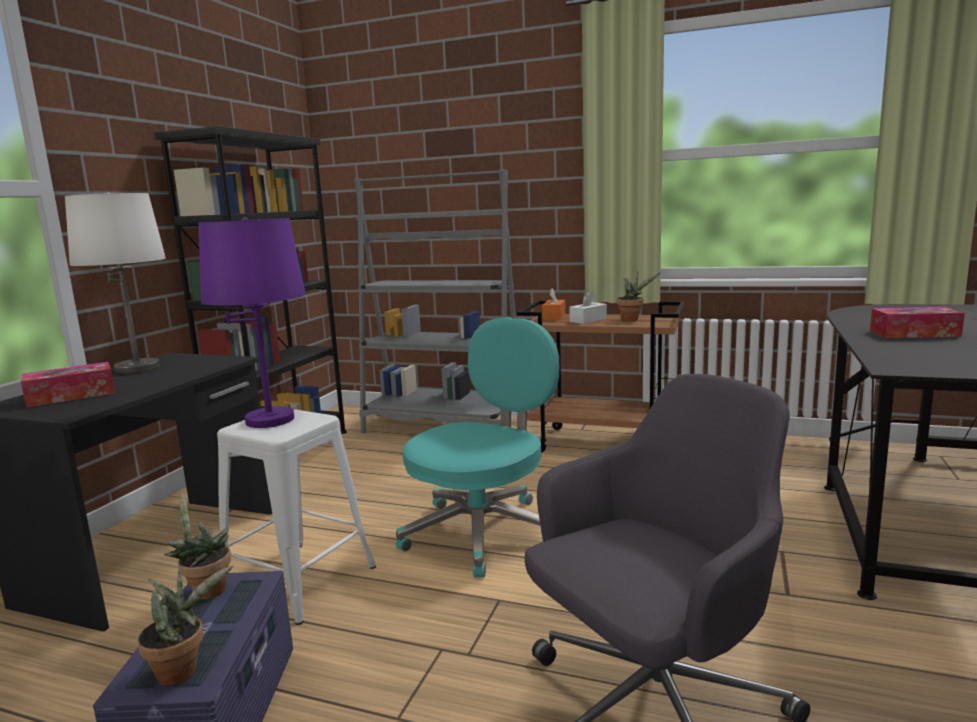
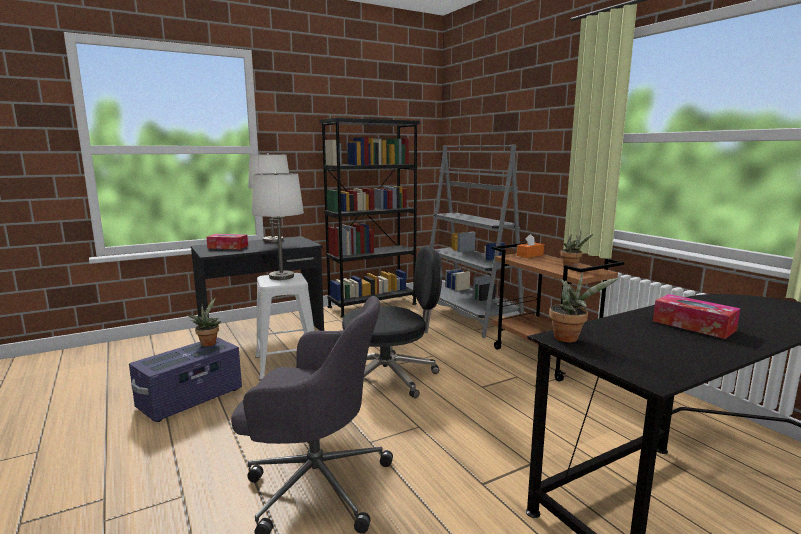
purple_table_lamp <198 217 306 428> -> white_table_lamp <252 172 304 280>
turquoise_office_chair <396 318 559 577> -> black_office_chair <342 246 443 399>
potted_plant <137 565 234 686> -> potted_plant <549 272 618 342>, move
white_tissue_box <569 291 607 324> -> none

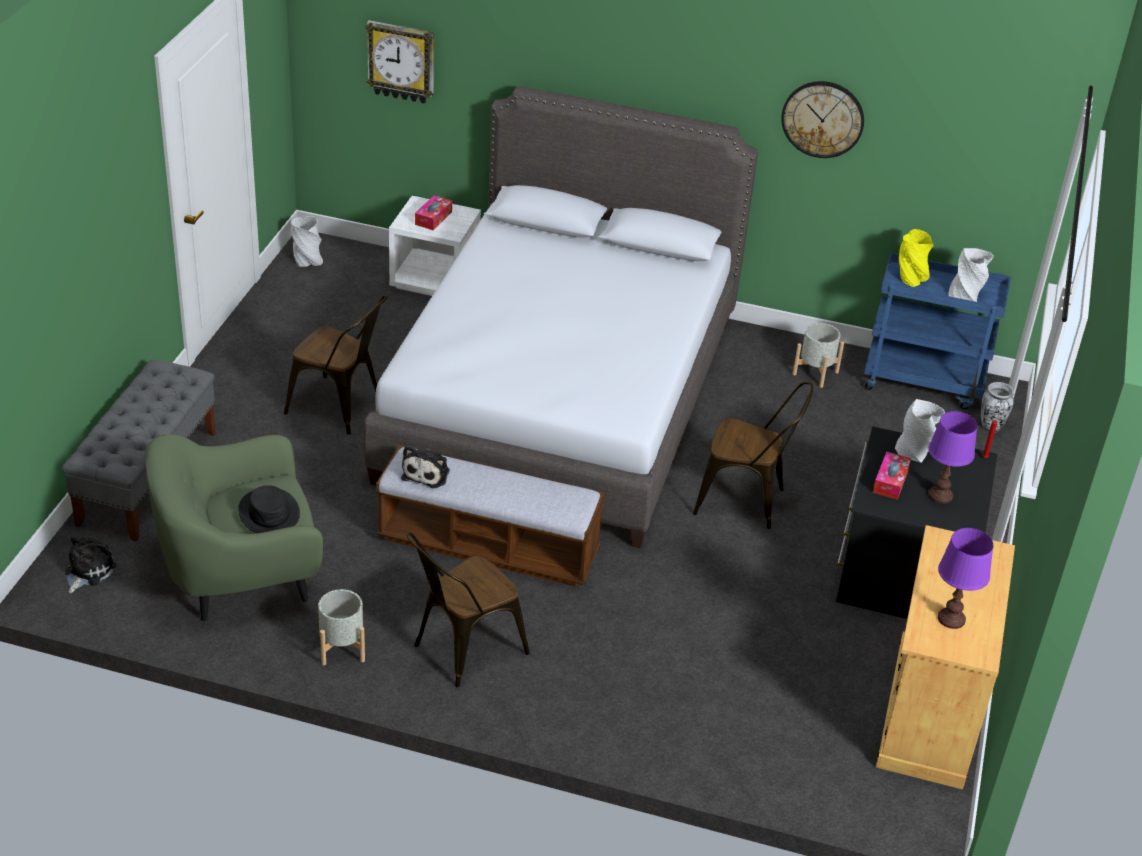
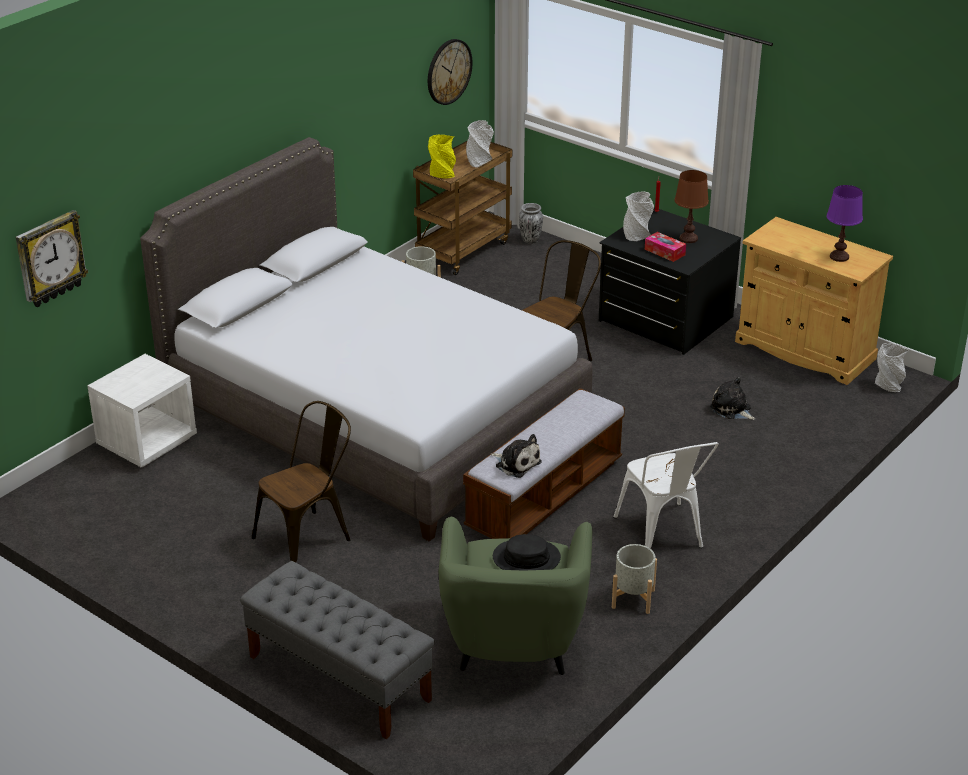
blue_cart <864 253 1011 410> -> brown_cart <413 139 512 275>
wall_clock <781 81 864 158> -> wall_clock <428 39 472 105>, move
brown_chair <407 533 530 688> -> white_chair <613 442 718 548>
purple_table_lamp <928 411 977 504> -> brown_table_lamp <675 170 709 243>
plush_toy <64 536 117 593> -> plush_toy <710 377 755 420>, move
grey_vase <291 216 323 267> -> grey_vase <875 343 909 392>, move
tissue_box <415 195 452 230> -> none

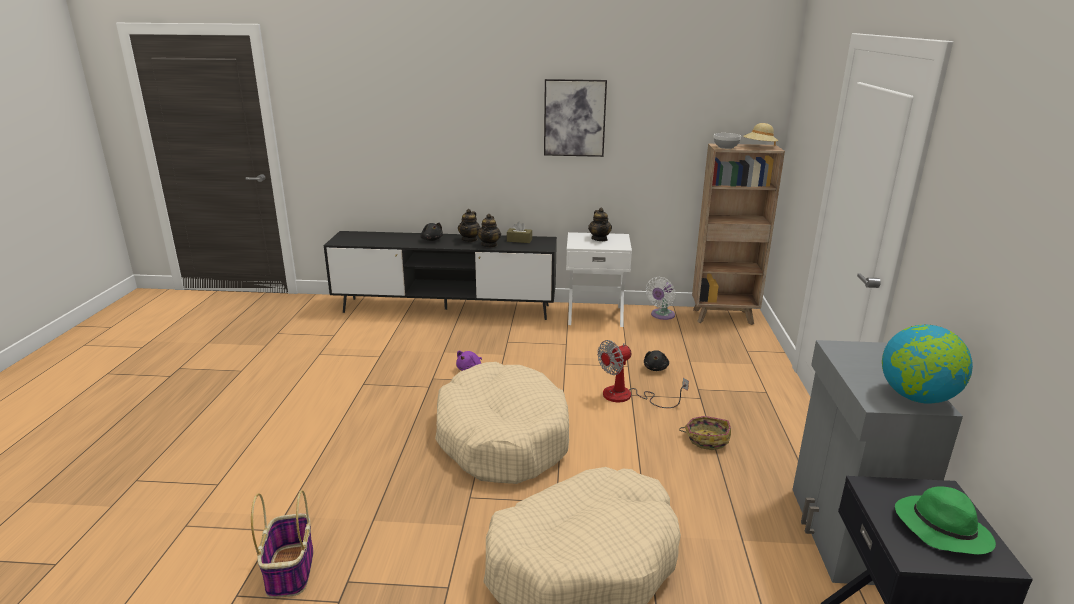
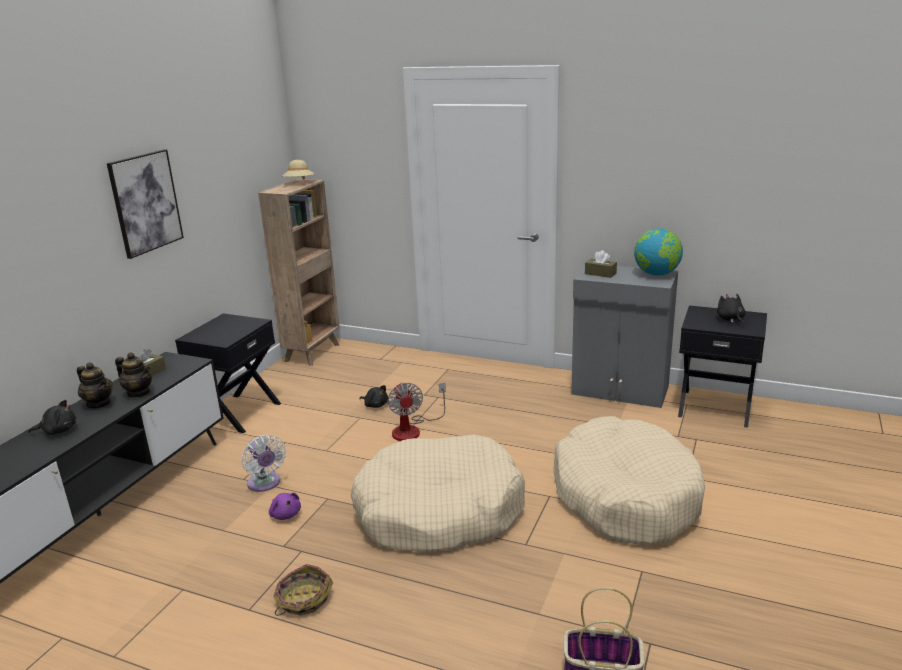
white_nightstand <566 232 632 327> -> black_nightstand <175 313 281 433>
white_fan <645 277 676 320> -> white_fan <241 434 286 492>, move
basket <679 416 731 450> -> basket <273 564 333 616>, move
none -> brown_tissue_box <585 250 617 278>
green_hat <895 486 996 555> -> black_plush_toy <717 294 746 326>
teapot <588 208 612 241> -> none
bowl <714 133 741 149> -> none

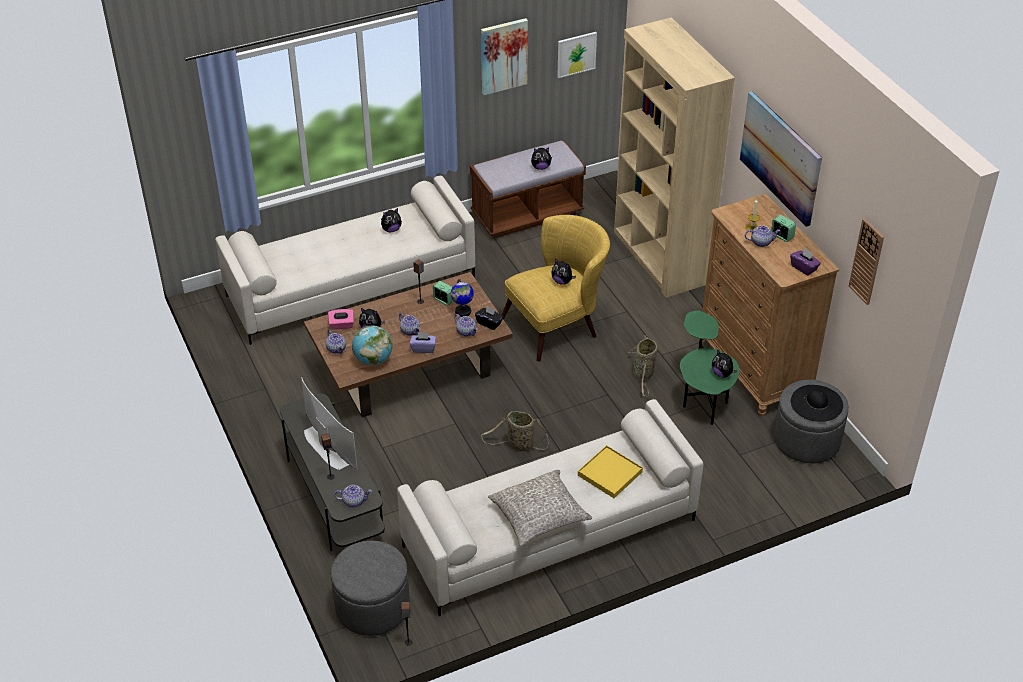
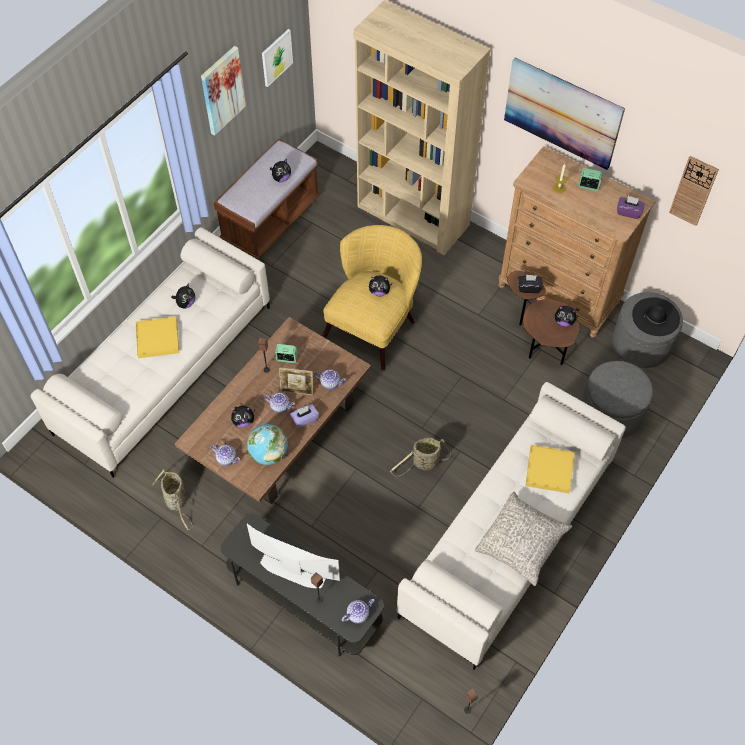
none -> yellow_tray <136 316 179 358>
basket <629 335 658 397> -> basket <152 470 193 530>, move
none -> picture_frame <279 367 313 395>
green_side_table <680 311 740 425> -> brown_side_table <507 271 580 365>
black_tissue_box <475 306 503 330> -> black_tissue_box <518 274 543 293>, move
grey_ottoman <331 541 410 636> -> grey_ottoman <582 361 653 438>, move
pink_tissue_box <328 309 354 330> -> none
globe <451 279 474 317> -> none
teapot <745 225 781 247> -> none

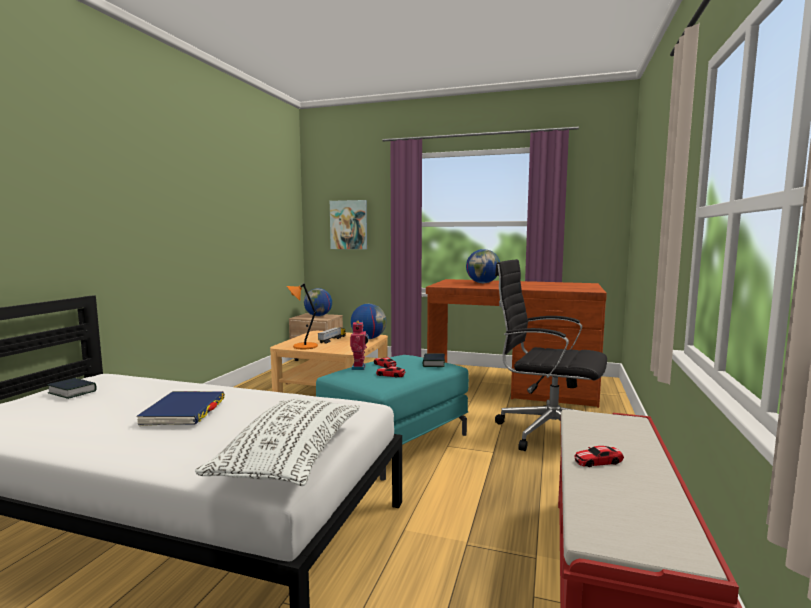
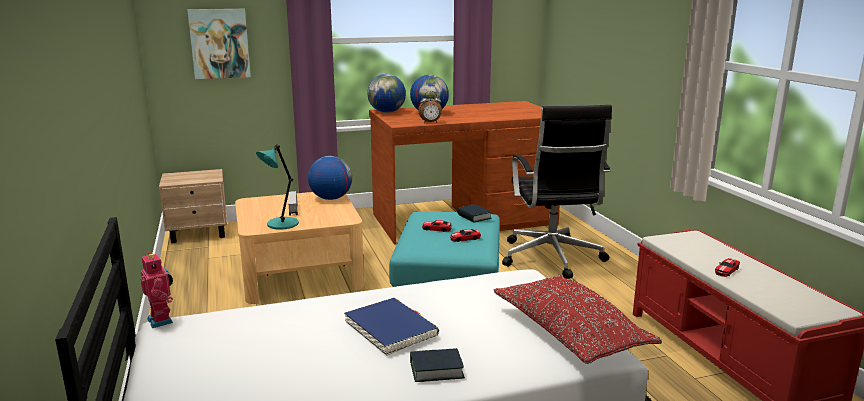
toy_robot <350 320 369 370> -> toy_robot <141 252 173 328>, move
orange_table_lamp <287 283 318 349> -> turquoise_table_lamp <256 144 299 230>
globe <304 288 332 316> -> globe <367 74 406 113>, move
book <47 378 97 399> -> book <410 348 465 382>, move
none -> alarm_clock <418 91 442 123>
white_pillow <195 398 360 486> -> red_pillow <494 275 662 364>
black_office_chair <495 259 607 451> -> black_office_chair <502 105 612 279>, 90 degrees counterclockwise

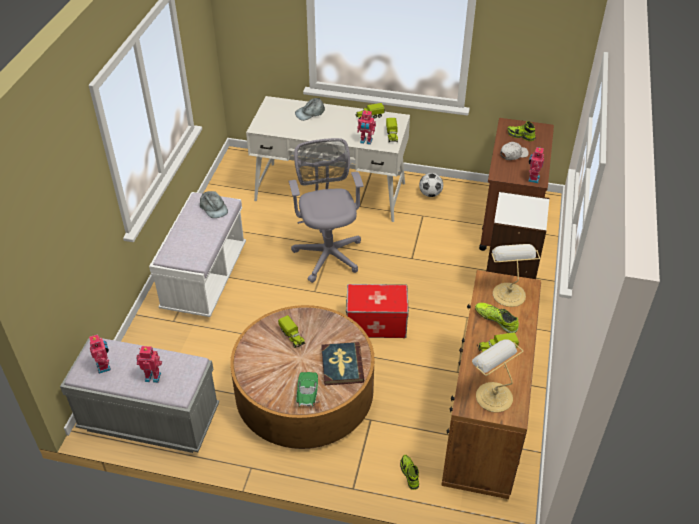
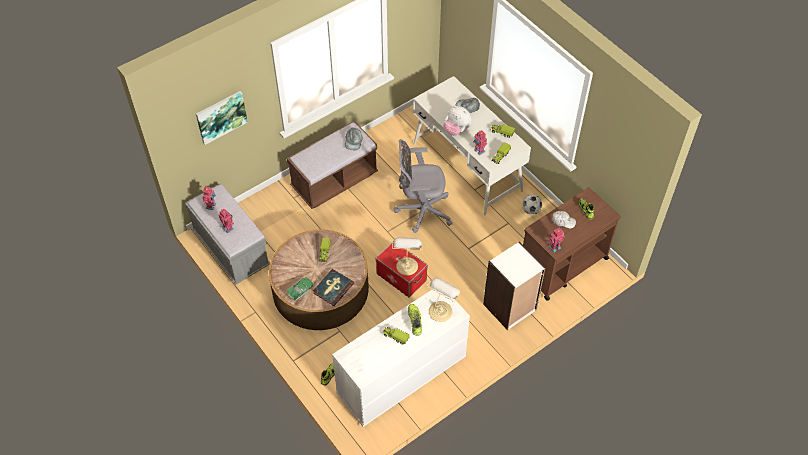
none -> picture <196 91 248 145>
white_bench <149 192 246 317> -> brown_bench <287 121 378 209>
brown_dresser <441 270 541 499> -> white_dresser <332 289 470 427>
table_lamp <472 339 523 412> -> table_lamp <392 237 423 275>, move
grey_office_chair <288 138 364 283> -> grey_office_chair <393 139 452 233>, 120 degrees counterclockwise
none -> plush_toy <443 106 472 136>

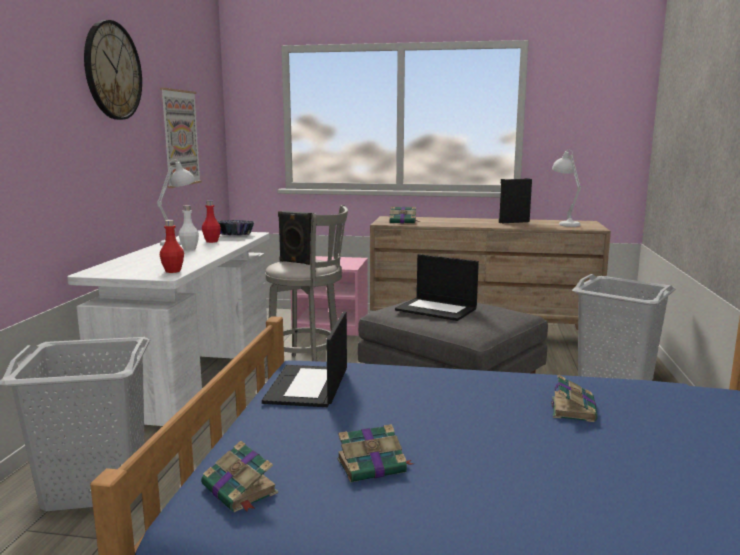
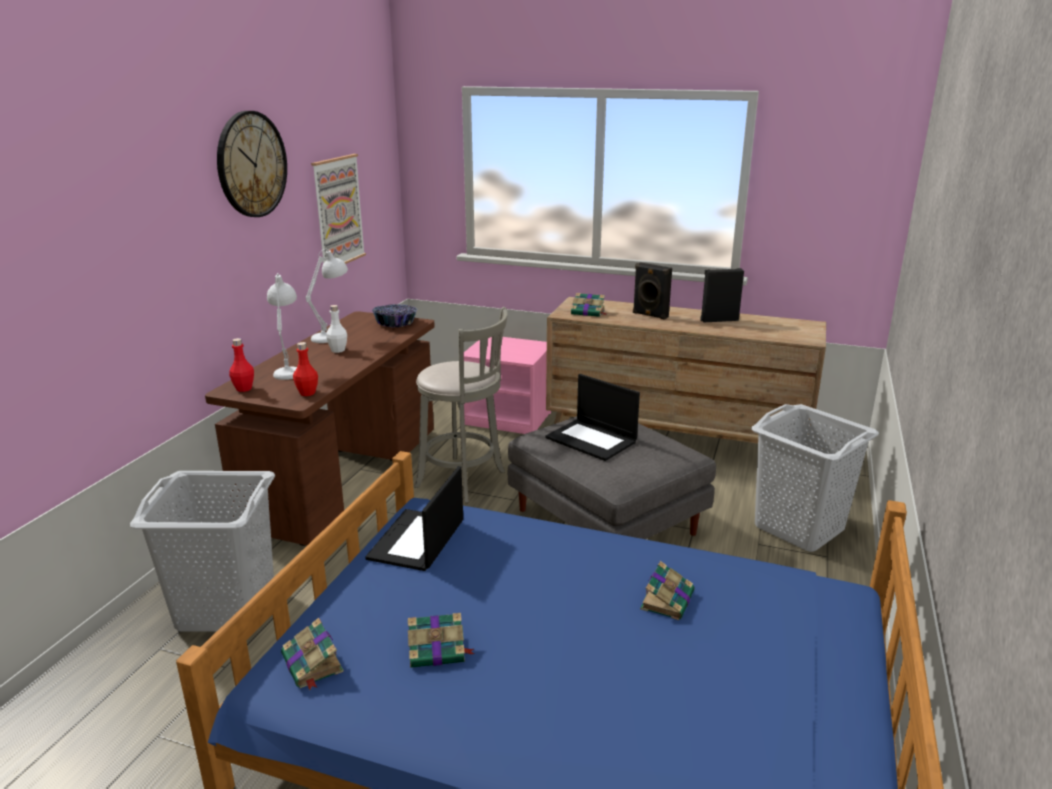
white_desk <67 231 269 426> -> brown_desk <205 311 435 546>
red_bottle <202 201 221 243> -> red_bottle <229 338 254 392>, move
white_table_lamp <552 149 581 227> -> white_table_lamp <267 273 297 380>, move
black_speaker <278 211 314 265> -> black_speaker <633 262 672 320>, move

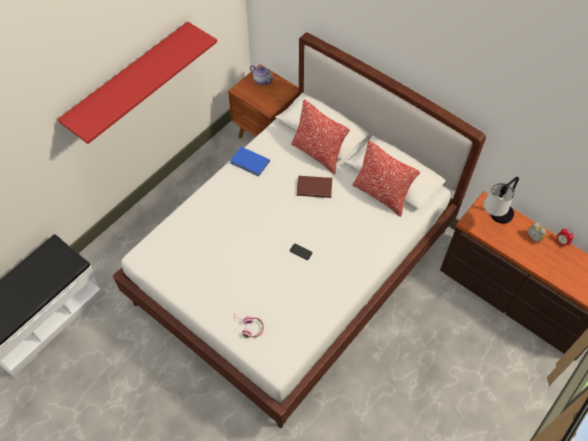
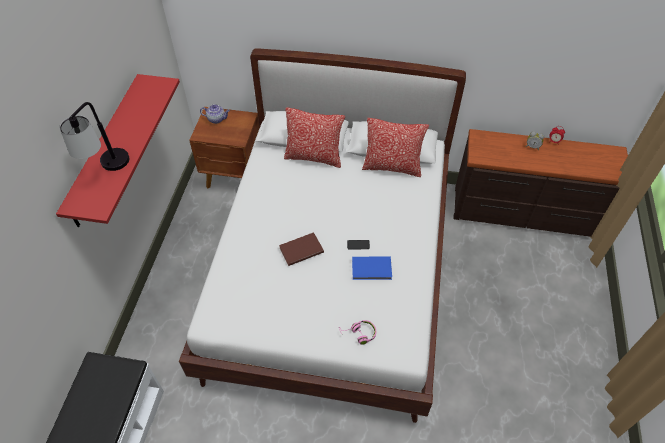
table_lamp <484 177 519 224> -> table_lamp <60 102 129 171>, move
brown_book <297 176 332 198> -> brown_book <279 232 324 266>, move
blue_book <230 147 270 177> -> blue_book <352 257 392 280>, move

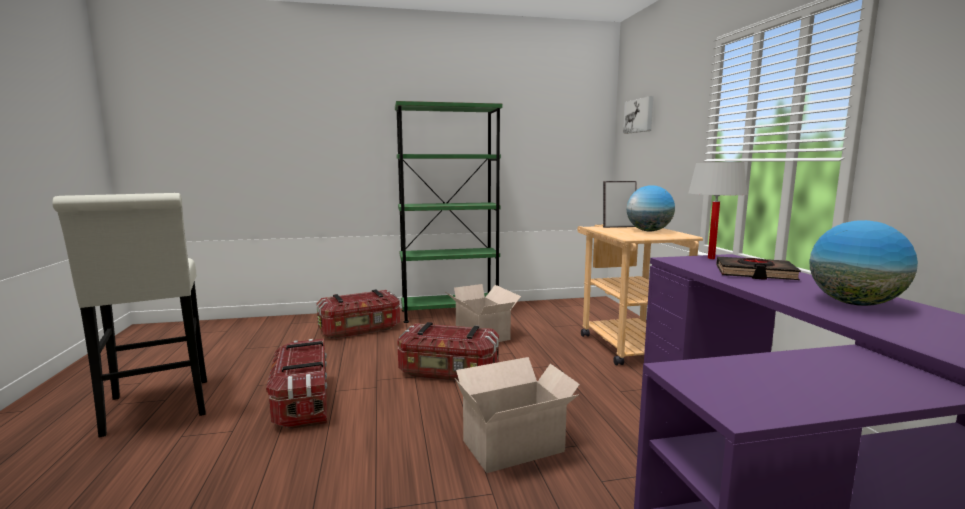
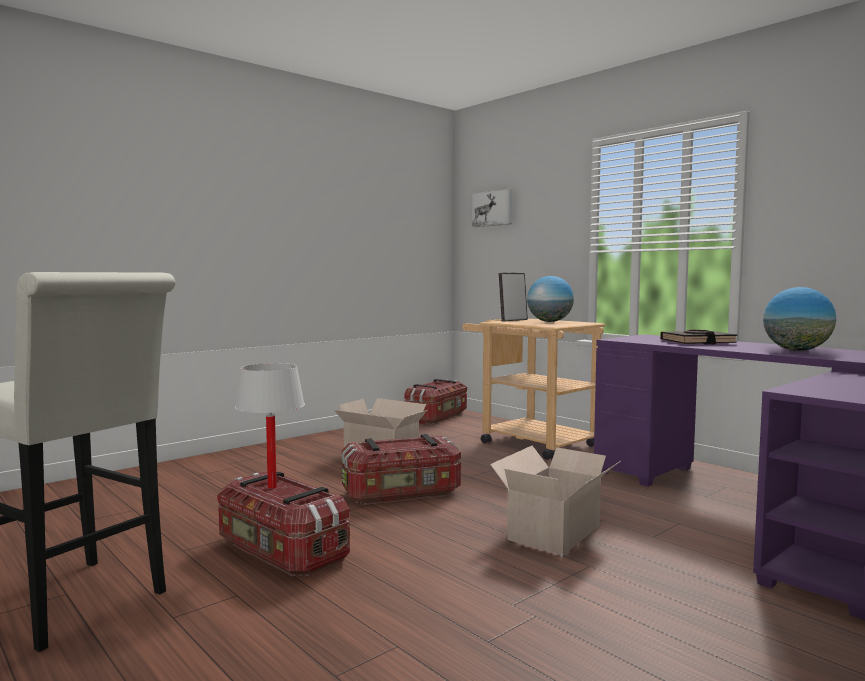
white_table_lamp <688 162 747 259> -> white_table_lamp <235 363 305 489>, move
storage_box <317 289 400 339> -> storage_box <404 379 467 424>, move
green_bookcase <395 101 502 323> -> none

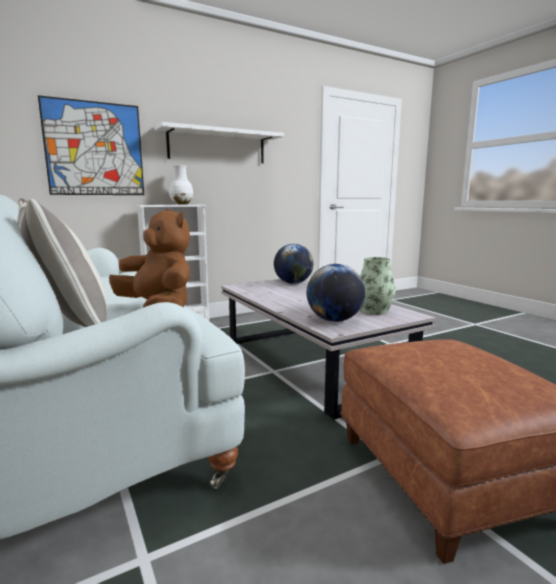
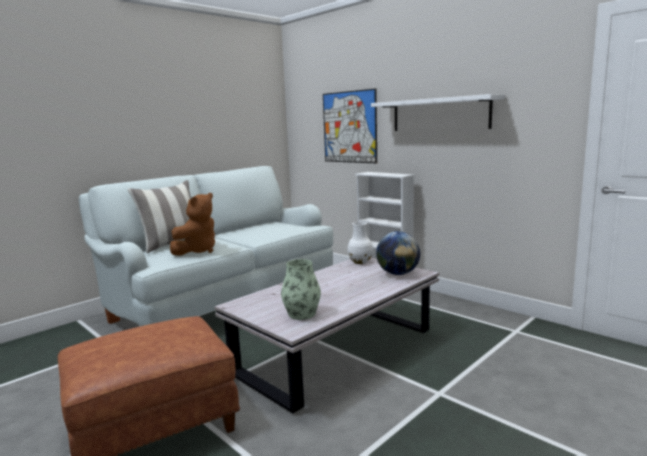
white_vase <169 165 193 205> -> white_vase <347 222 373 264>, move
globe <307 264 365 322> -> none

